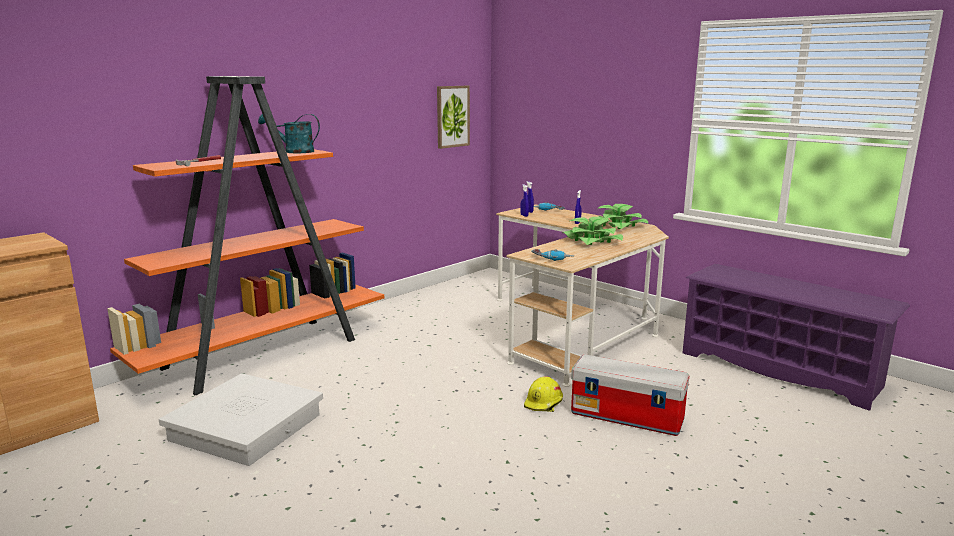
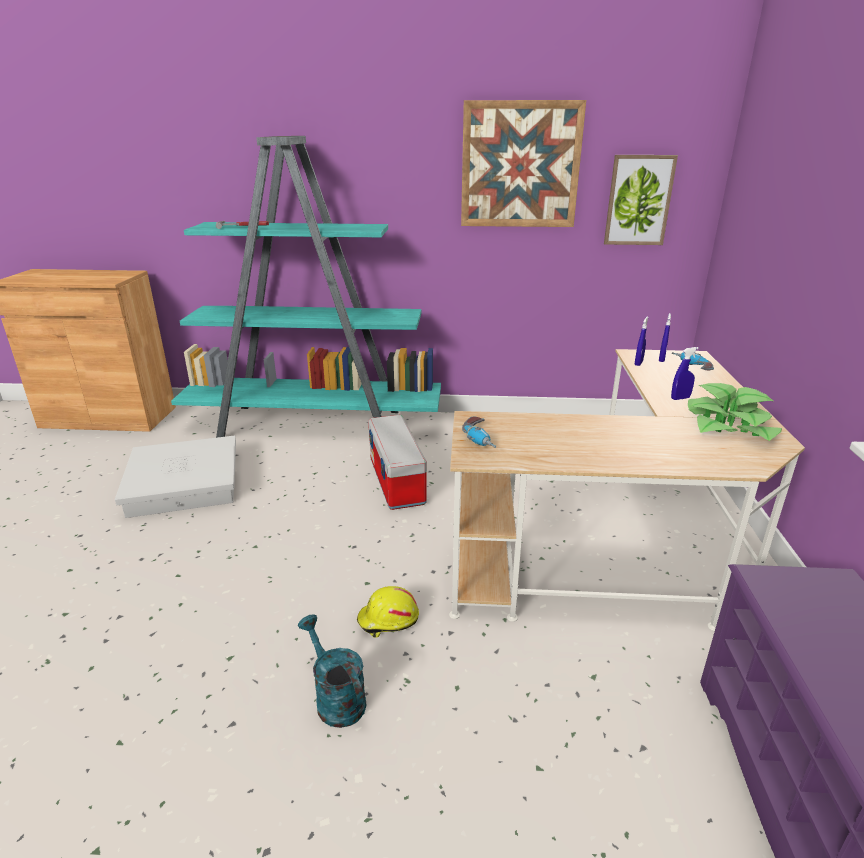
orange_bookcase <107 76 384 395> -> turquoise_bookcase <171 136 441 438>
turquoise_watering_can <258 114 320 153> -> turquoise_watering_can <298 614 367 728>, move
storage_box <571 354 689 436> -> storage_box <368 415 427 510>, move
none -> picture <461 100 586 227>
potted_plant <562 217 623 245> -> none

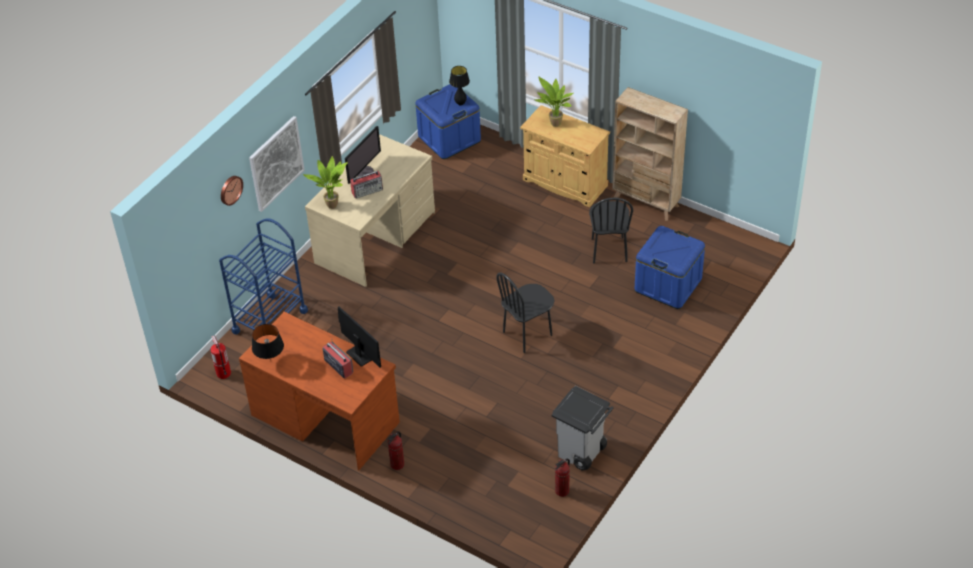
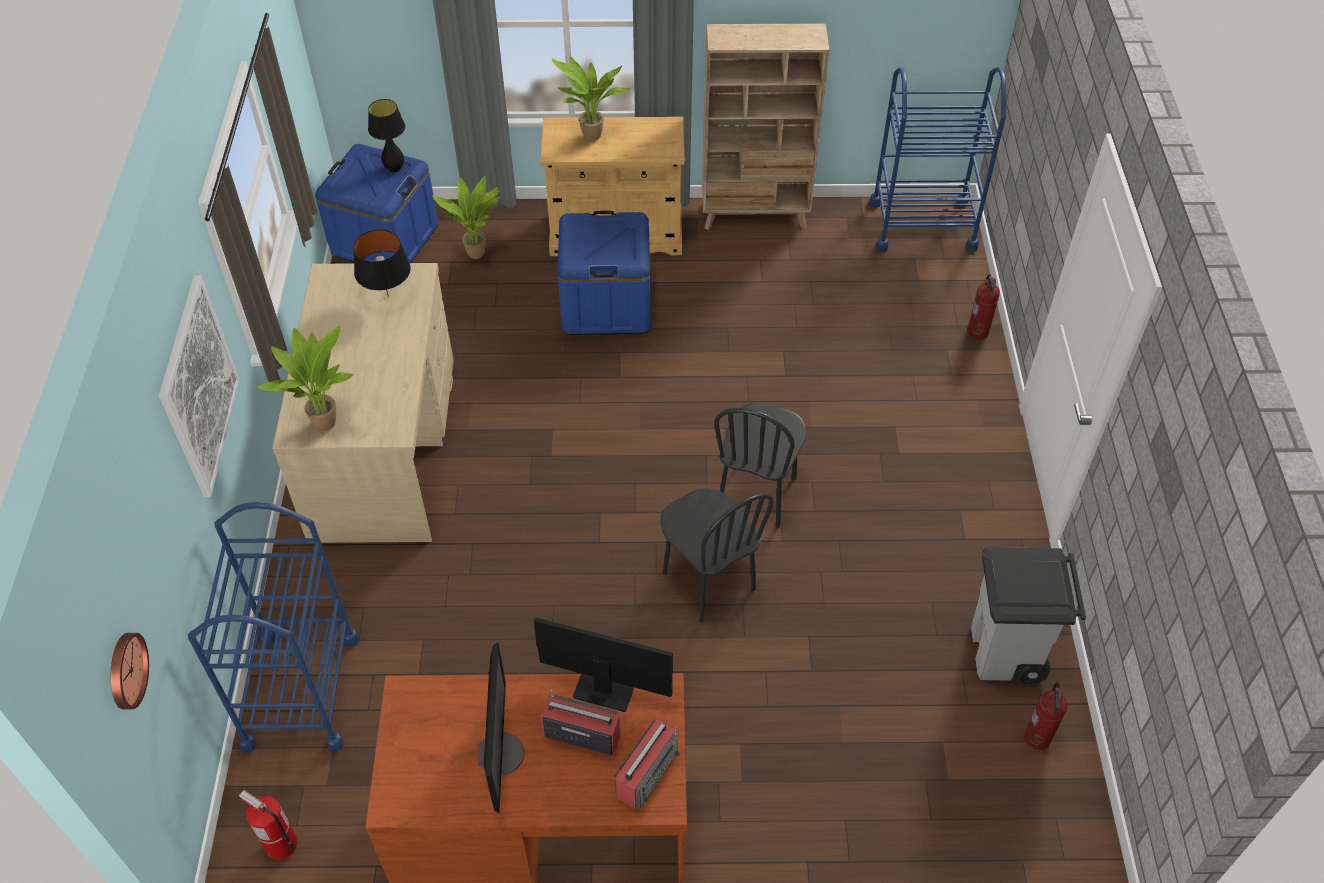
wall_clock <221 176 243 206> -> wall_clock <111 633 149 709>, move
black_table_lamp <252 324 284 361> -> black_table_lamp <353 229 411 297>, move
none -> potted_plant <432 176 501 259>
monitor <345 126 381 184> -> monitor <478 642 524 813>, move
blue_storage_box <635 226 705 309> -> blue_storage_box <558 211 651 335>, move
radio <350 171 383 199> -> radio <615 719 680 809>, move
black_chair <589 198 633 263> -> black_chair <660 488 774 622>, move
none -> blue_cart <869 67 1006 252>
fire_extinguisher <388 432 404 470> -> fire_extinguisher <967 274 1000 340>, move

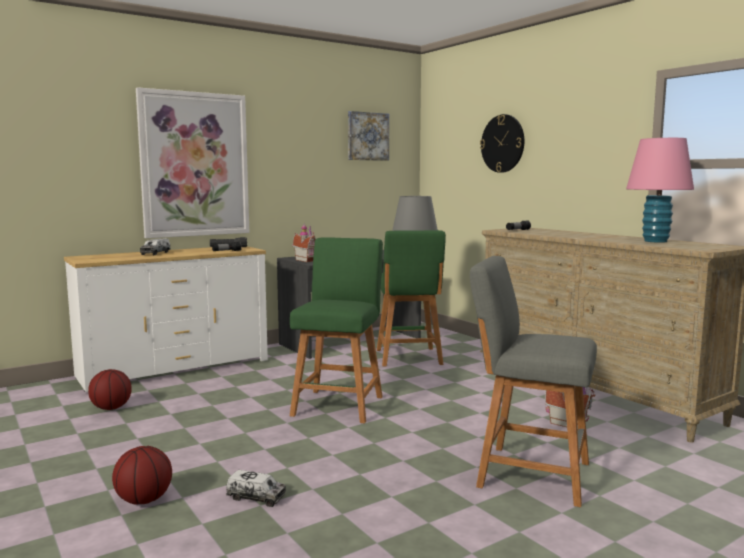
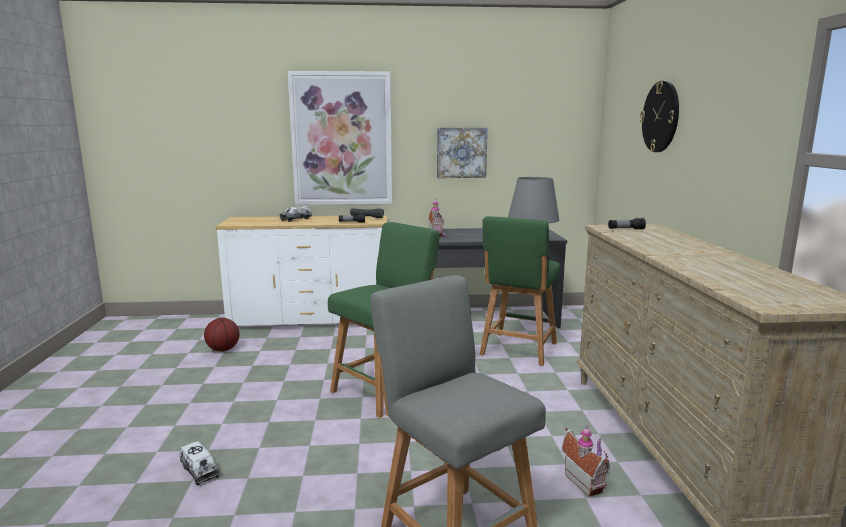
picture <348 111 389 161> -> picture <437 128 487 178>, move
basketball <112 446 172 505> -> none
pink_table_lamp <626 138 694 243> -> none

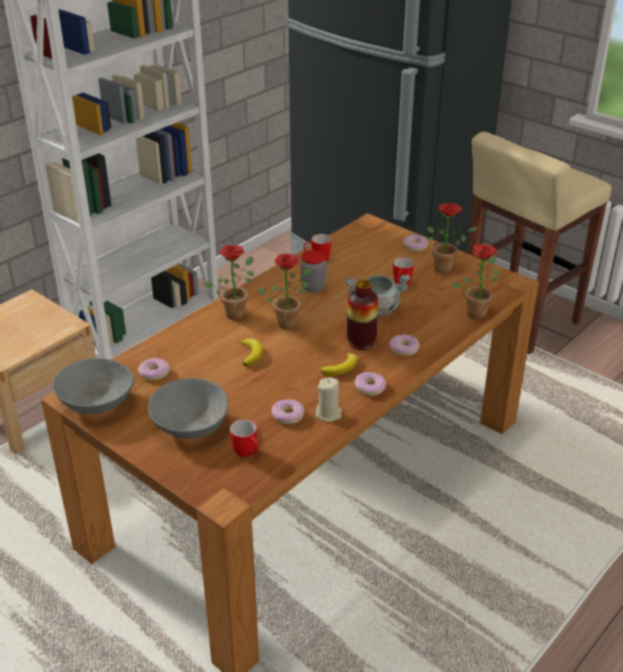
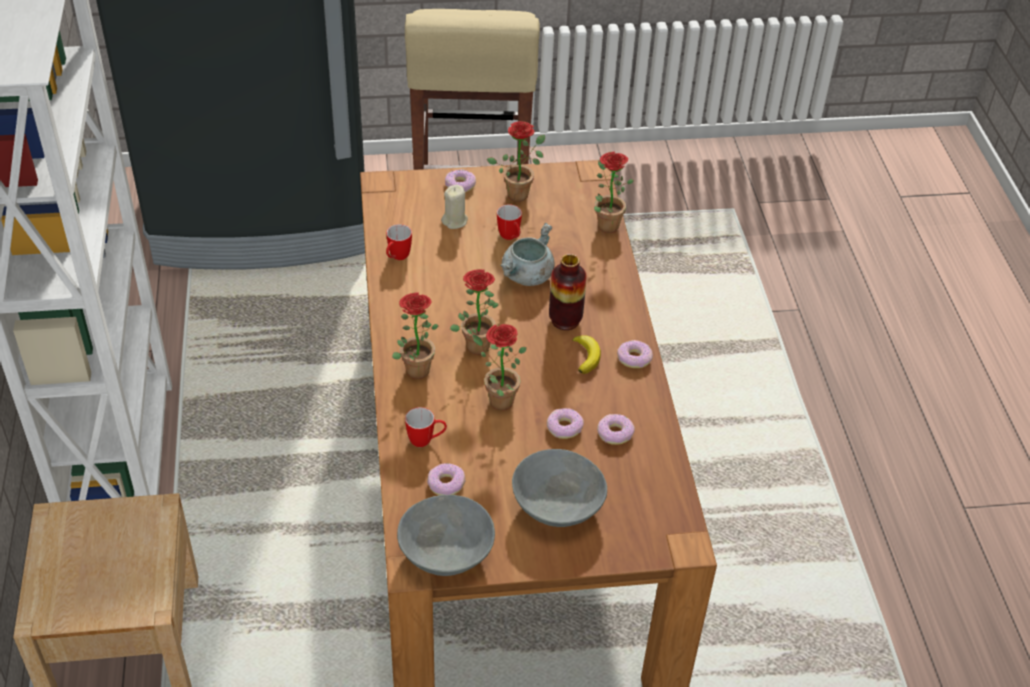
mug <230 419 259 457> -> mug <405 407 447 447>, move
beige_candle <315 377 342 422> -> beige_candle <441 185 468 229>, move
banana <239 338 263 367> -> potted_plant <472 324 527 410>
donut <389 335 419 356> -> donut <547 408 584 439>, move
jar <301 250 326 292> -> none

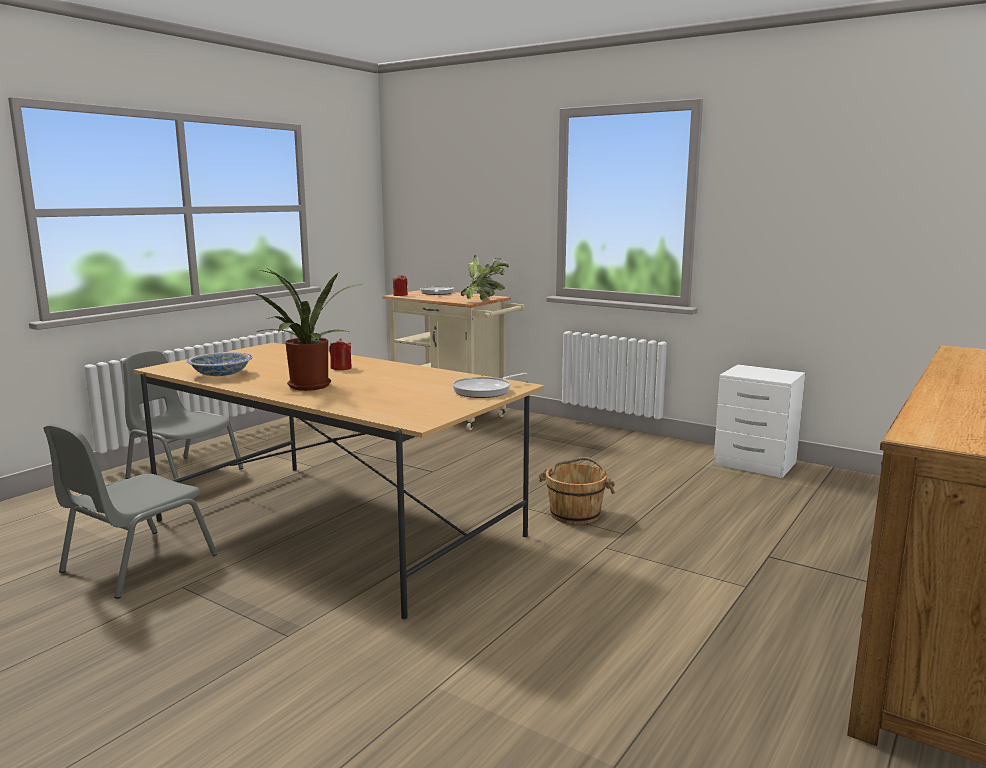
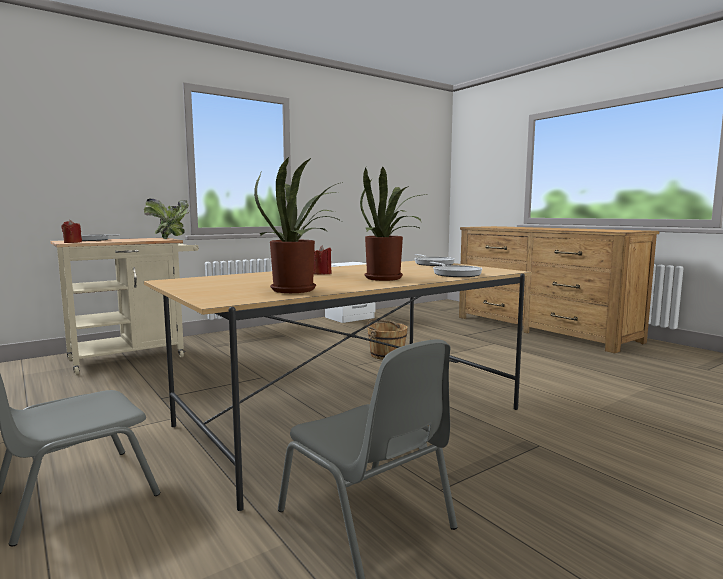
bowl <186 352 252 376> -> potted_plant <254 157 343 293>
none -> frying_pan <429 262 482 277>

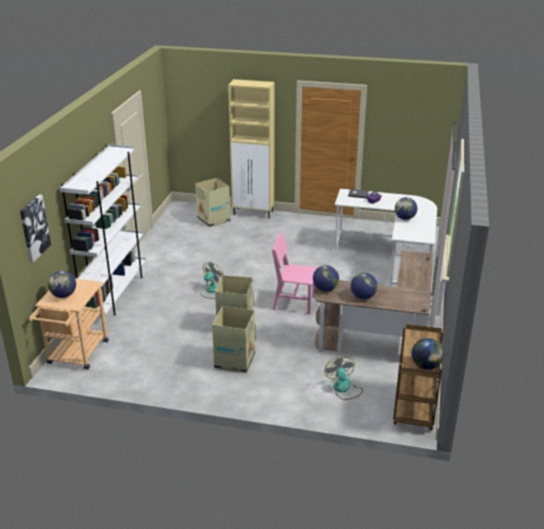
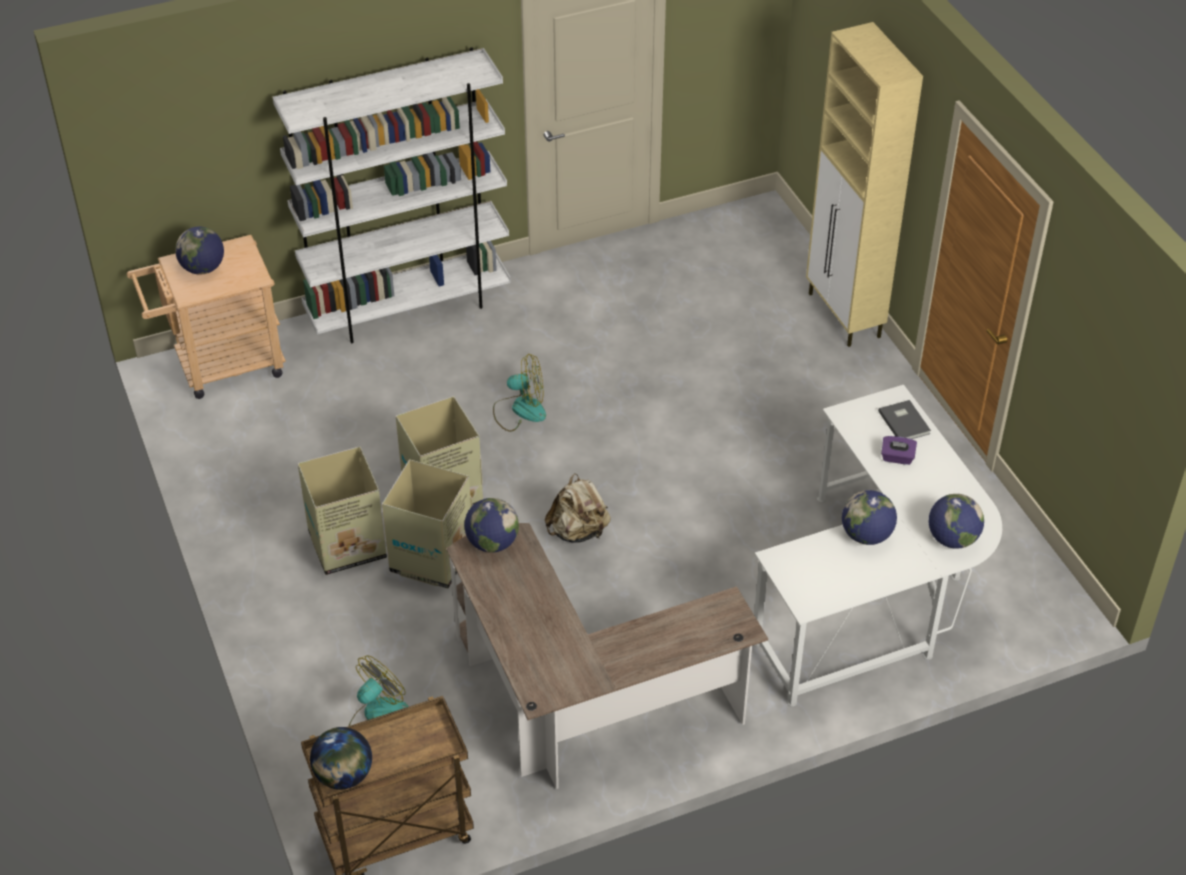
cardboard_box <195 178 230 227> -> cardboard_box <382 460 472 588>, move
pink_chair <272 232 318 314> -> beige_backpack <545 473 611 543>
globe <351 272 377 299> -> globe <929 494 984 549>, move
picture <20 194 51 263> -> none

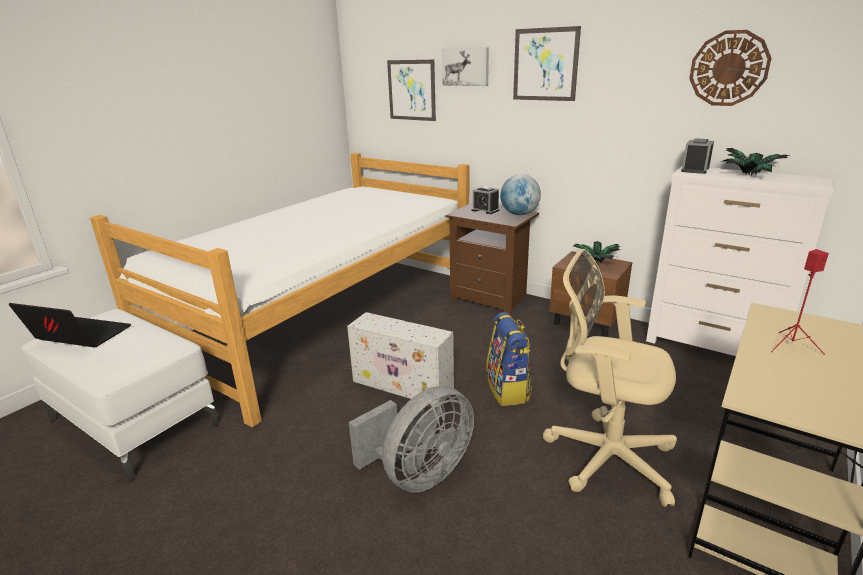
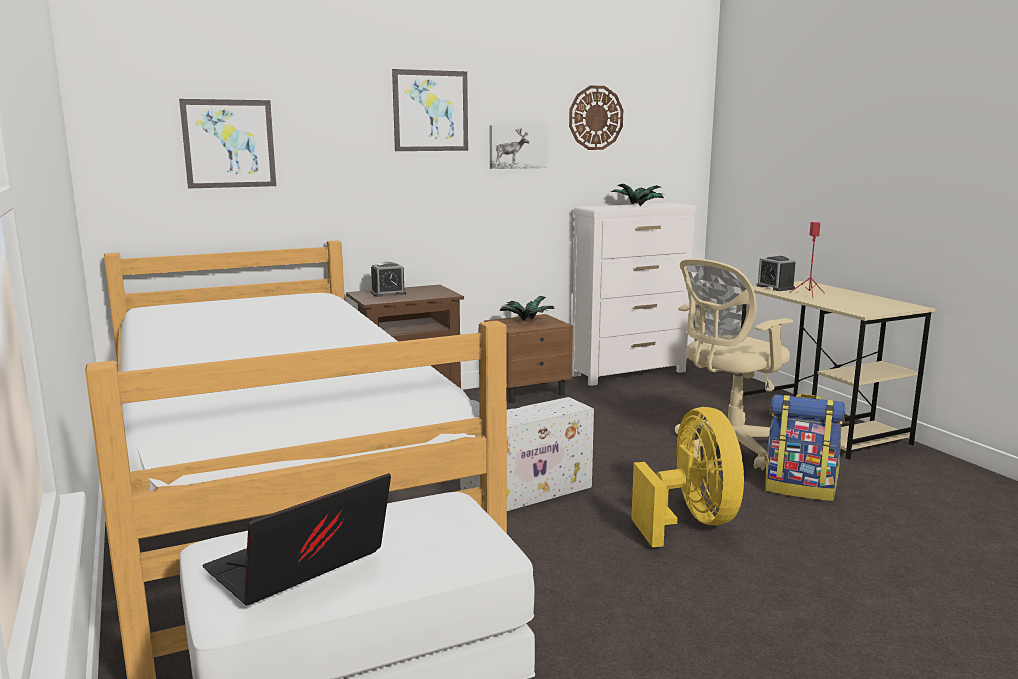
picture <442 47 489 86> -> picture <490 125 548 169>, move
grey_fan <349 386 474 492> -> yellow_fan <631 407 744 547>
alarm_clock <681 138 714 174> -> alarm_clock <756 256 796 291>, move
backpack <486 312 532 406> -> backpack <766 394 845 501>, move
globe <500 174 541 215> -> none

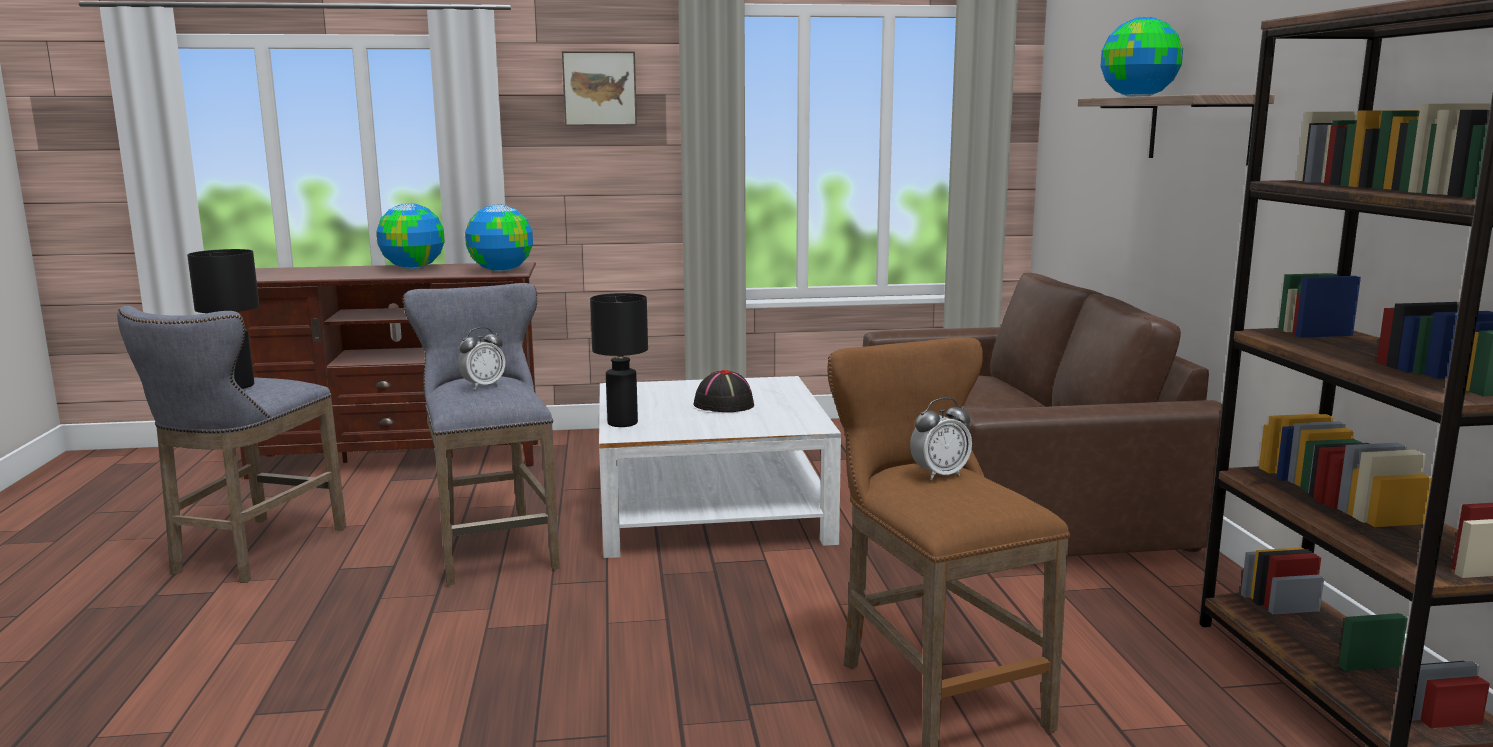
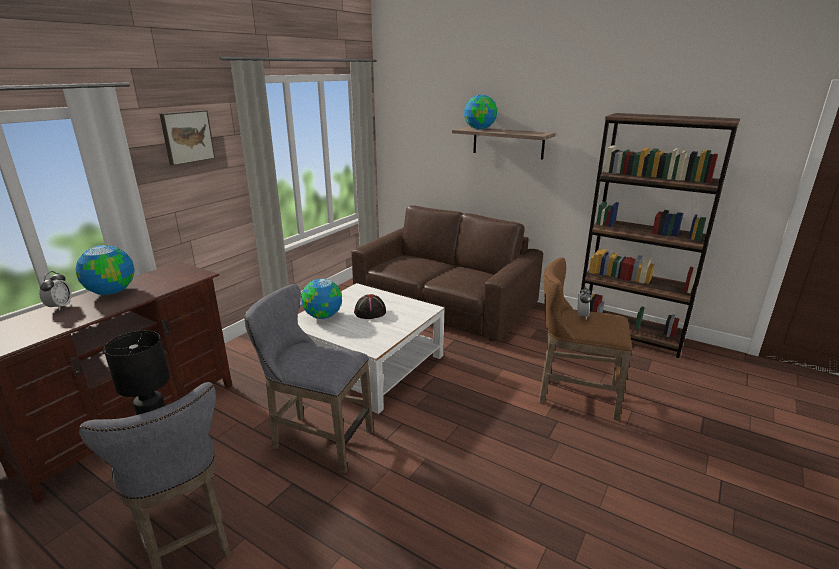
alarm_clock <458 327 505 390> -> alarm_clock <39 271 71 310>, move
globe <465 205 533 272> -> globe <301 279 342 319>, move
black_table_lamp <590 293 648 427> -> none

